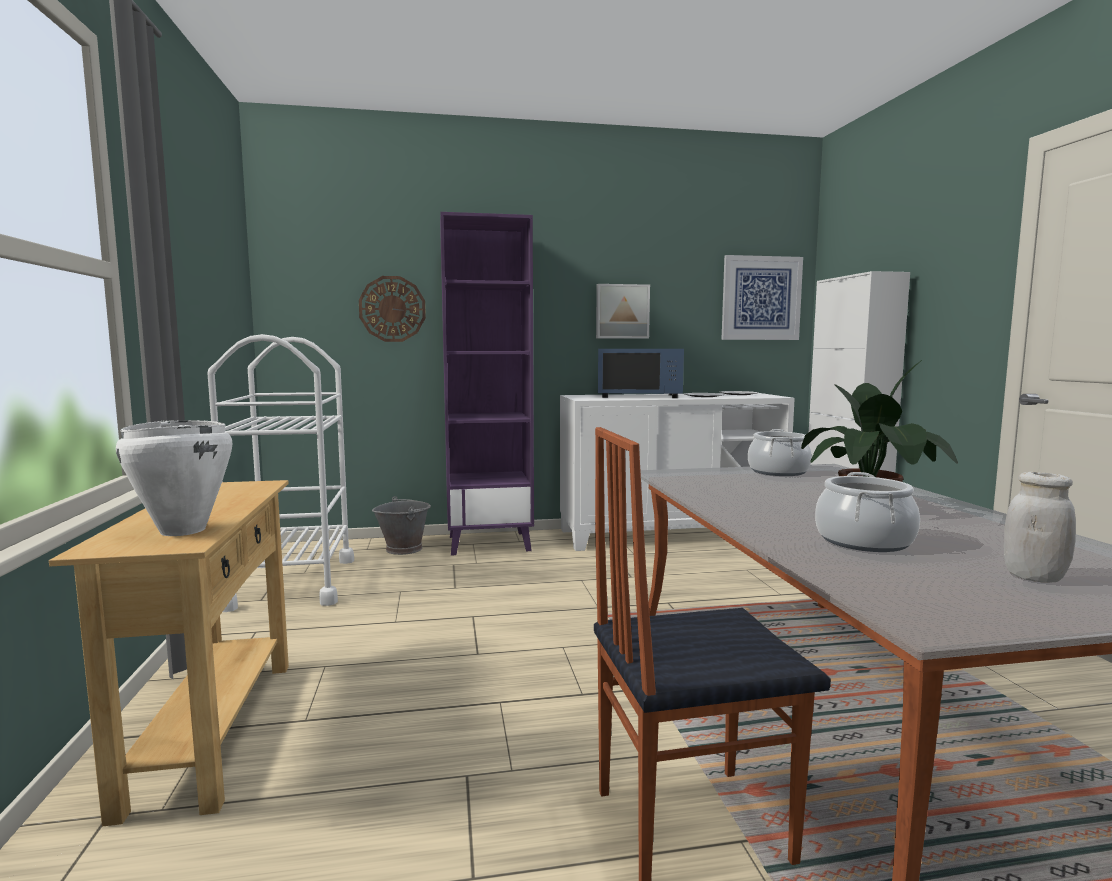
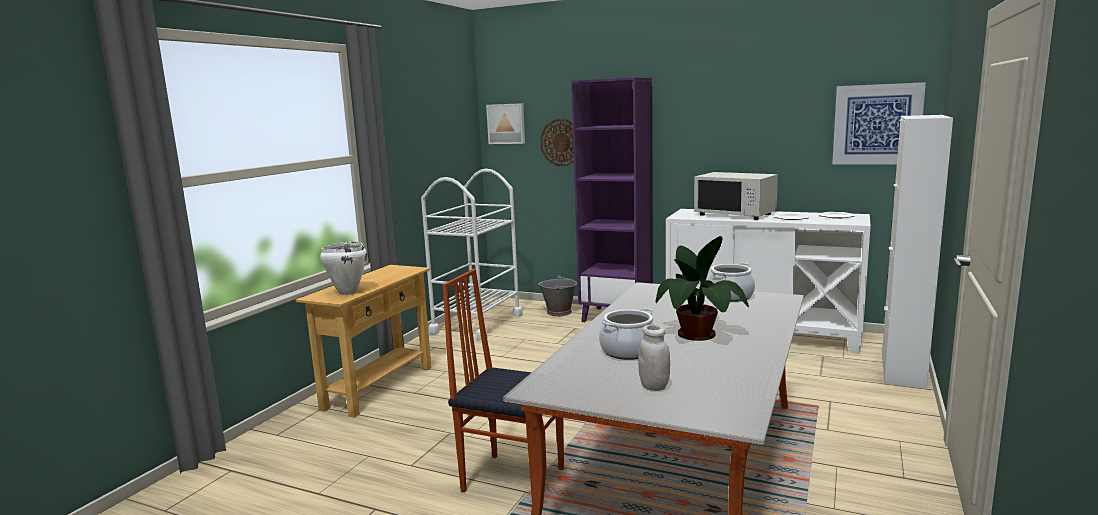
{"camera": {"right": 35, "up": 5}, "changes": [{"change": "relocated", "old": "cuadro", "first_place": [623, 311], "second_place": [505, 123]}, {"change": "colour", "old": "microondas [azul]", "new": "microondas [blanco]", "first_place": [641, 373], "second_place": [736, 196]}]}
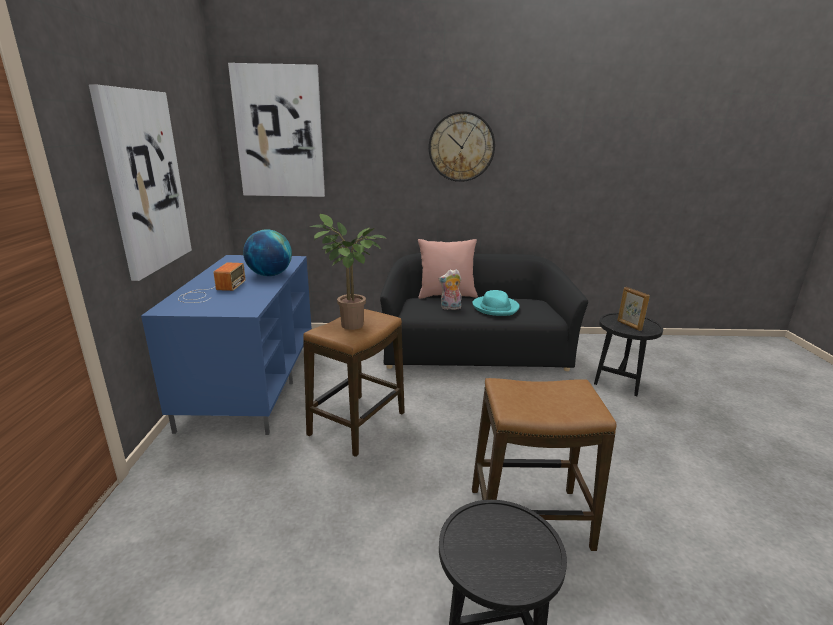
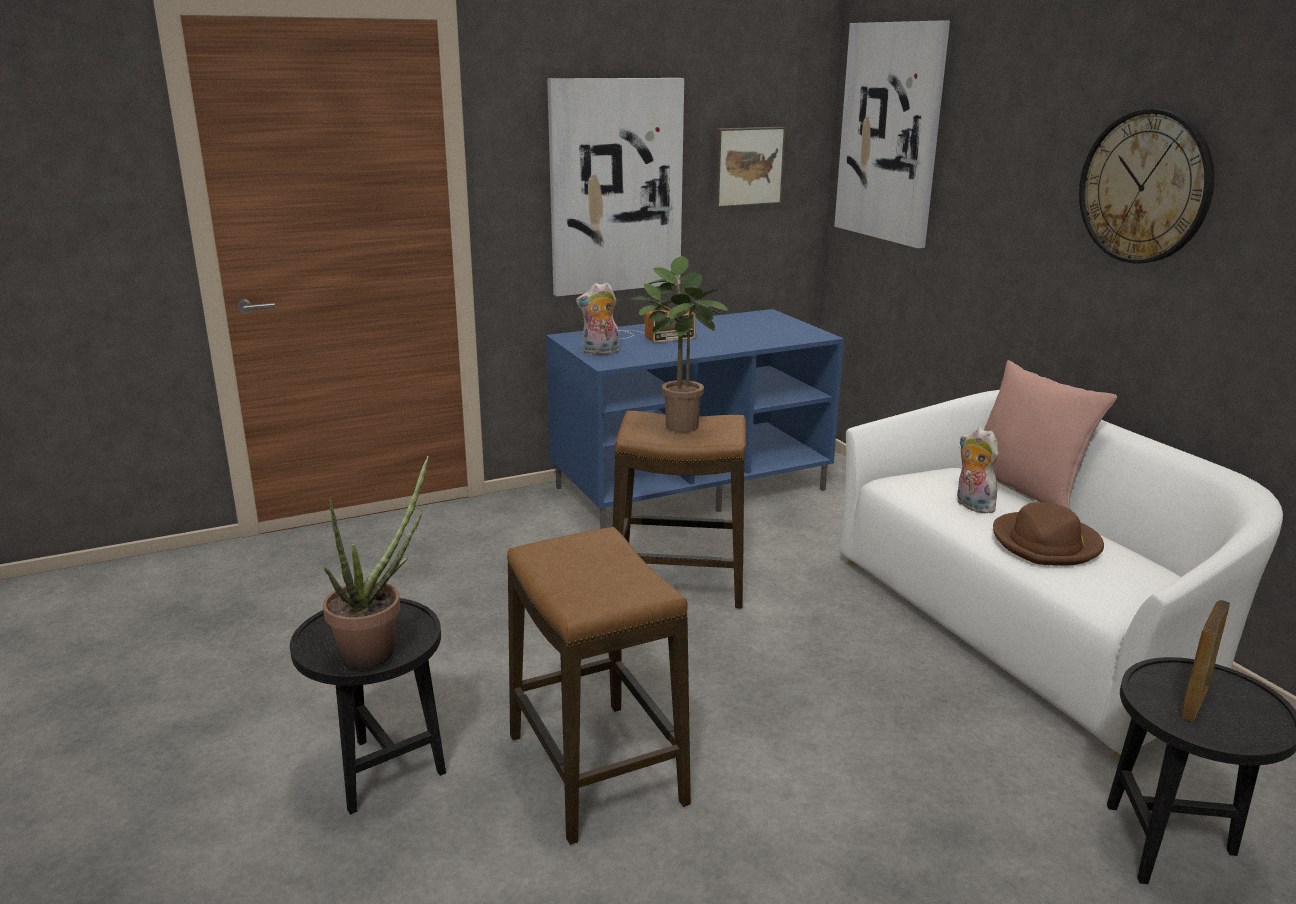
{"camera": {"right": 65, "up": 0}, "changes": [{"change": "missing", "old": "globo terráqueo", "first_place": [267, 252]}, {"change": "colour", "old": "sofá [negro]", "new": "sofá [blanco]", "first_place": [484, 312], "second_place": [1061, 575]}, {"change": "colour", "old": "sombrero [turquesa]", "new": "sombrero [marrón]", "first_place": [496, 303], "second_place": [1048, 534]}, {"change": "appeared", "new": "planta en maceta", "second_place": [376, 562]}, {"change": "appeared", "new": "peluche", "second_place": [597, 318]}, {"change": "appeared", "new": "cuadro", "second_place": [749, 167]}]}
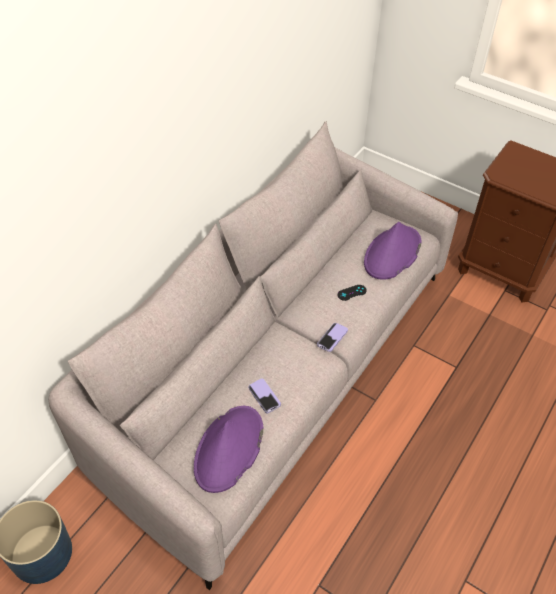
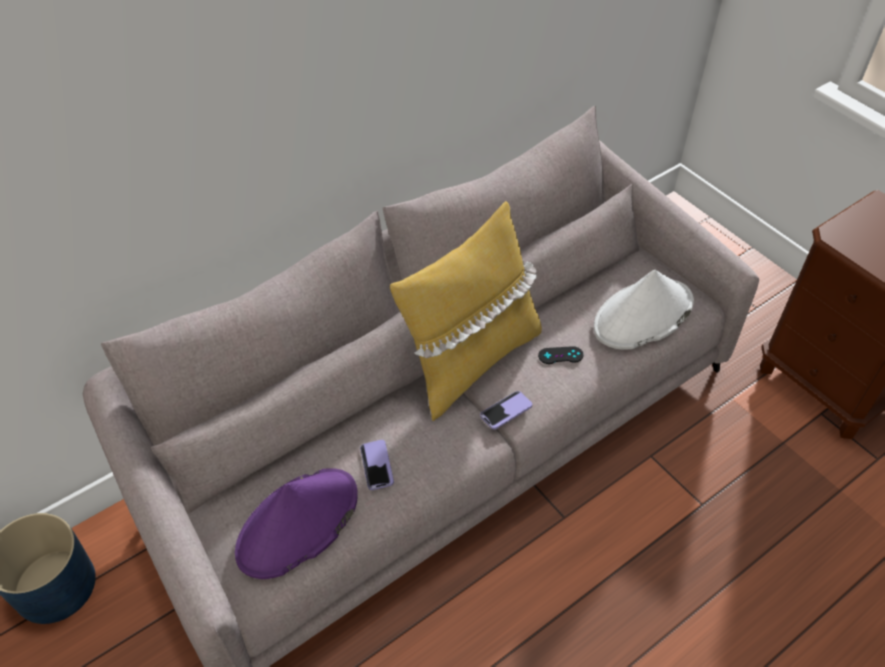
{"camera": {"right": 20, "up": 0}, "changes": [{"change": "colour", "old": "sombrero [morado]", "new": "sombrero [blanco]", "first_place": [393, 251], "second_place": [644, 310]}, {"change": "appeared", "new": "cojín [amarillo]", "second_place": [466, 311]}]}
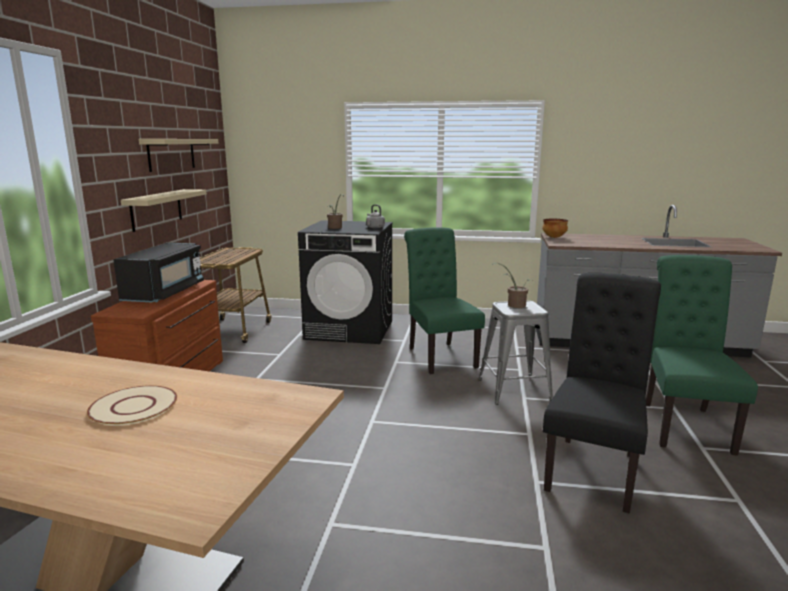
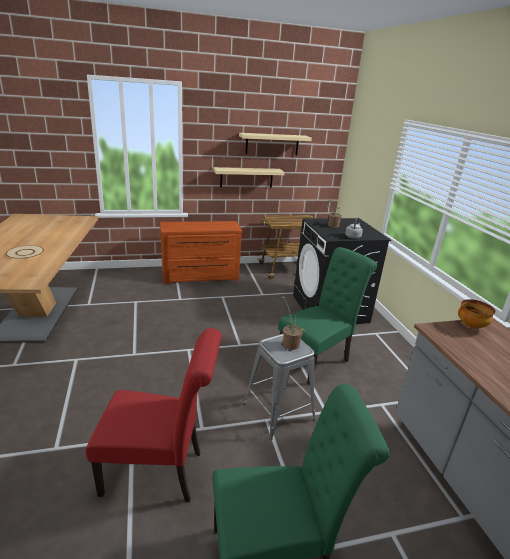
{"camera": {"right": 65, "up": 10}, "changes": [{"change": "missing", "old": "microondas [negro]", "first_place": [158, 272]}, {"change": "colour", "old": "silla [negro]", "new": "silla [rojo]", "first_place": [602, 393], "second_place": [153, 415]}]}
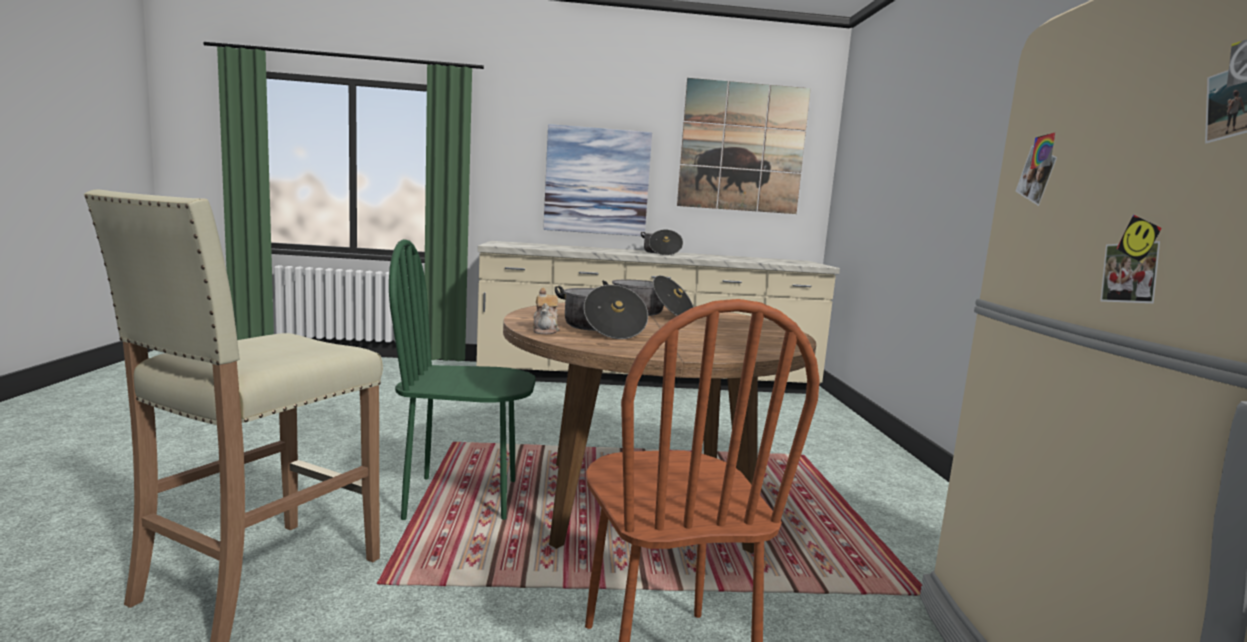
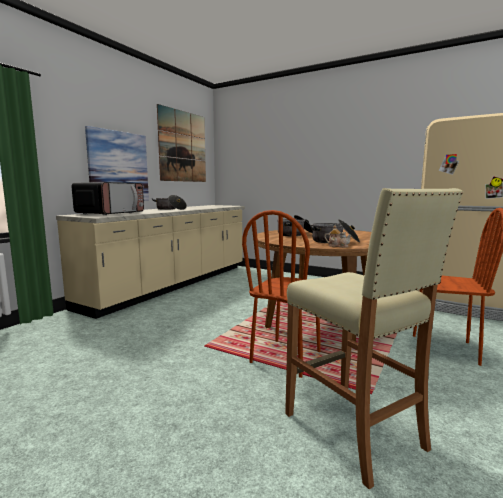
{"camera": {"right": -55, "up": 0}, "changes": [{"change": "colour", "old": "silla [verde]", "new": "silla [marrón]", "first_place": [462, 379], "second_place": [281, 294]}, {"change": "appeared", "new": "microondas", "second_place": [107, 198]}]}
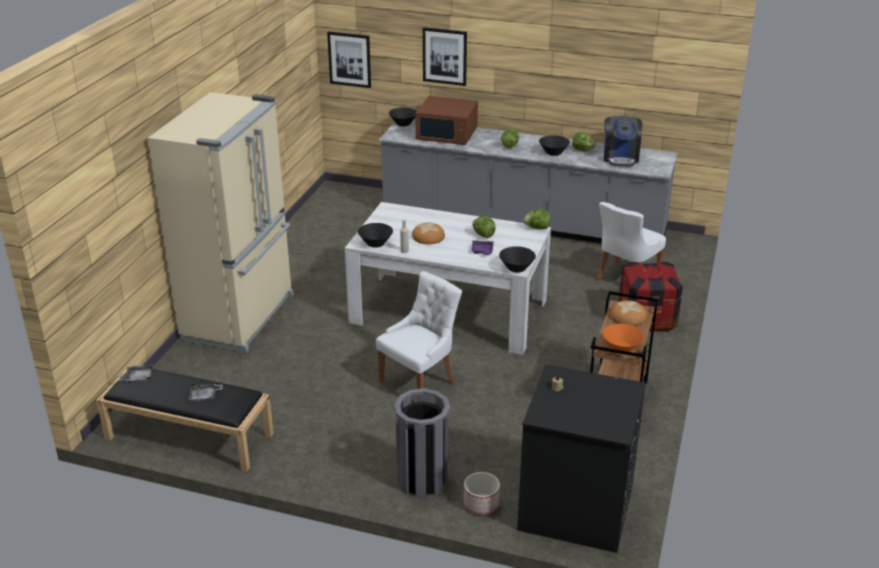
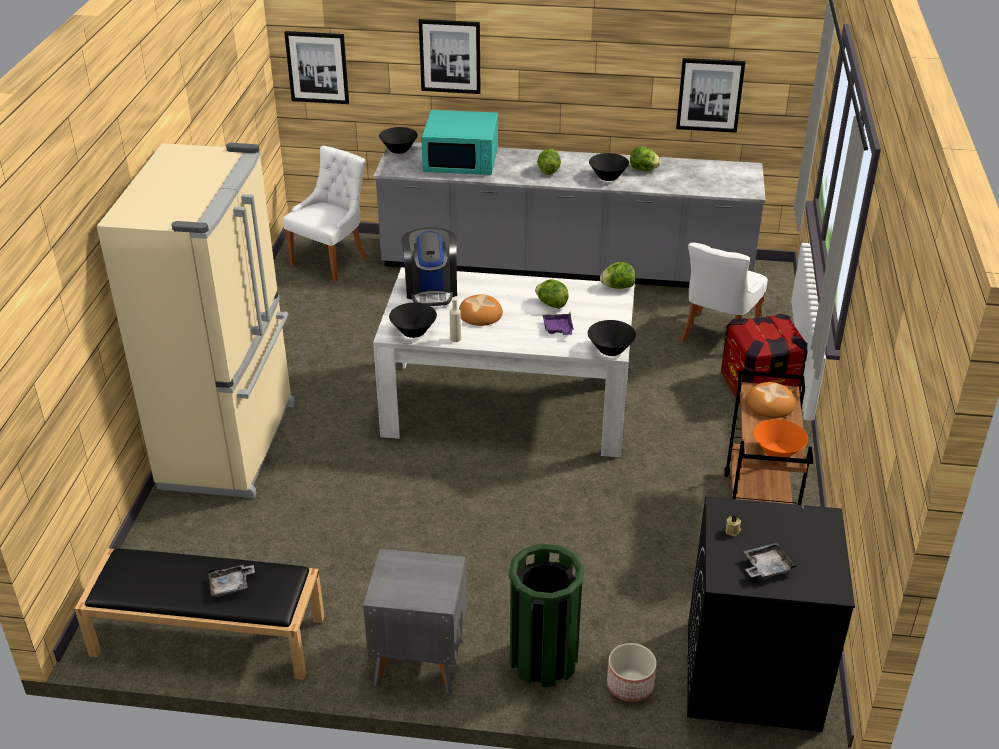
{"camera": {"right": -10, "up": 5}, "changes": [{"change": "relocated", "old": "bandeja [gris]", "first_place": [136, 374], "second_place": [770, 561]}, {"change": "relocated", "old": "silla [blanco]", "first_place": [419, 330], "second_place": [325, 214]}, {"change": "colour", "old": "papelera [gris]", "new": "papelera [verde]", "first_place": [422, 443], "second_place": [546, 615]}, {"change": "colour", "old": "microondas [marrón]", "new": "microondas [turquesa]", "first_place": [446, 120], "second_place": [459, 142]}, {"change": "relocated", "old": "cafetera", "first_place": [623, 141], "second_place": [429, 267]}, {"change": "appeared", "new": "mesita de noche [gris]", "second_place": [415, 622]}, {"change": "appeared", "new": "cuadro", "second_place": [710, 95]}]}
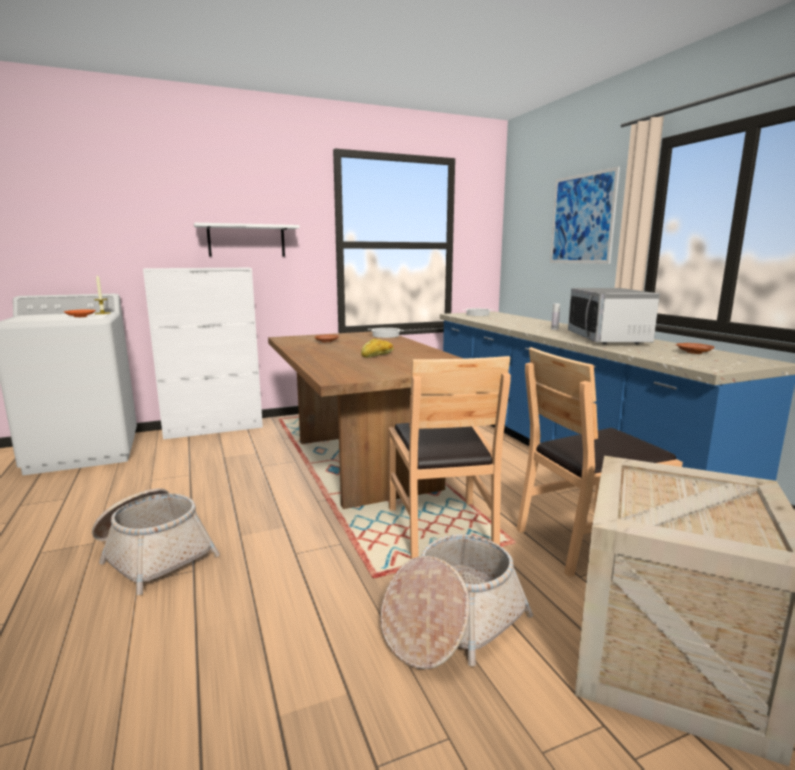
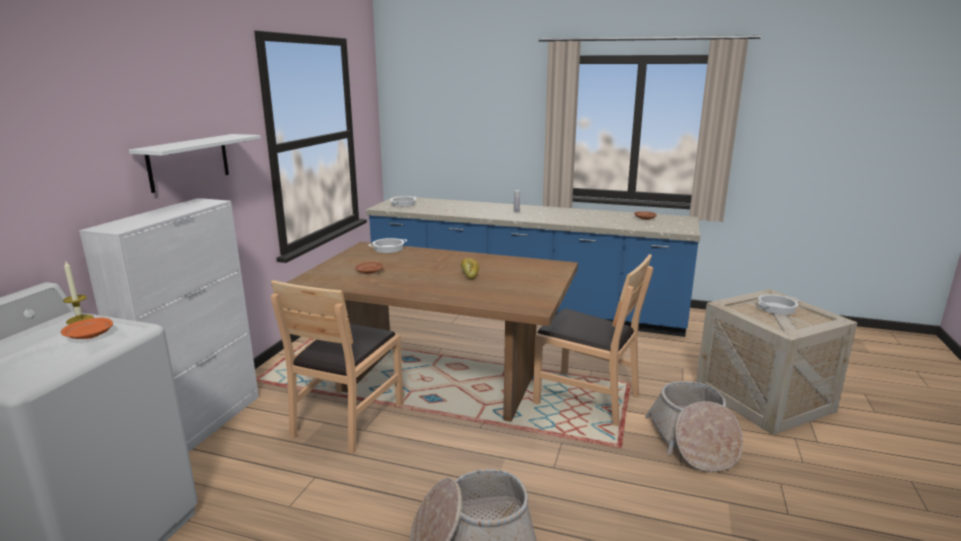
{"camera": {"right": -50, "up": 5}, "changes": [{"change": "relocated", "old": "silla [marrón]", "first_place": [599, 462], "second_place": [337, 366]}, {"change": "missing", "old": "cuadro", "first_place": [585, 215]}, {"change": "missing", "old": "microondas", "first_place": [614, 316]}, {"change": "appeared", "new": "olla", "second_place": [778, 304]}]}
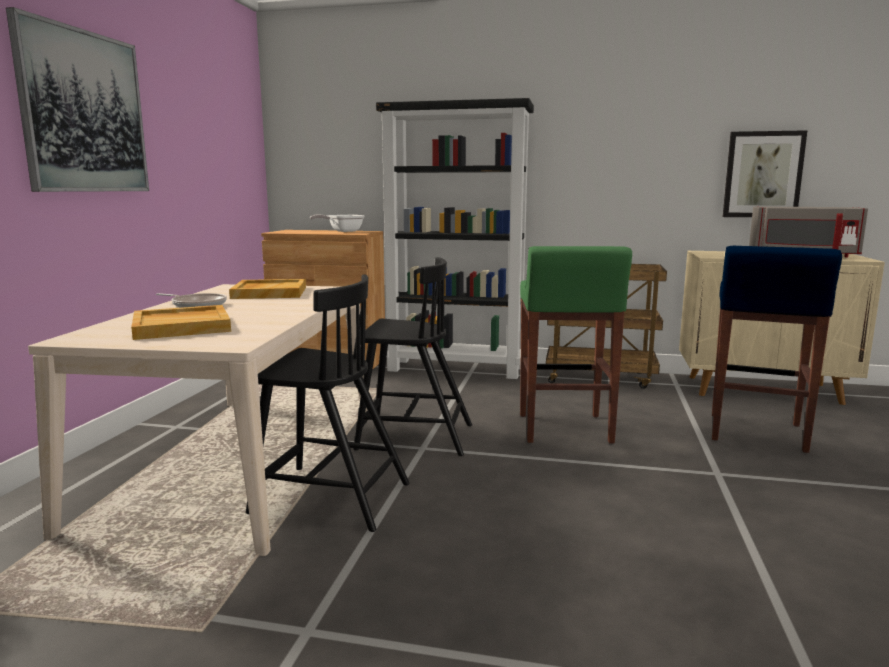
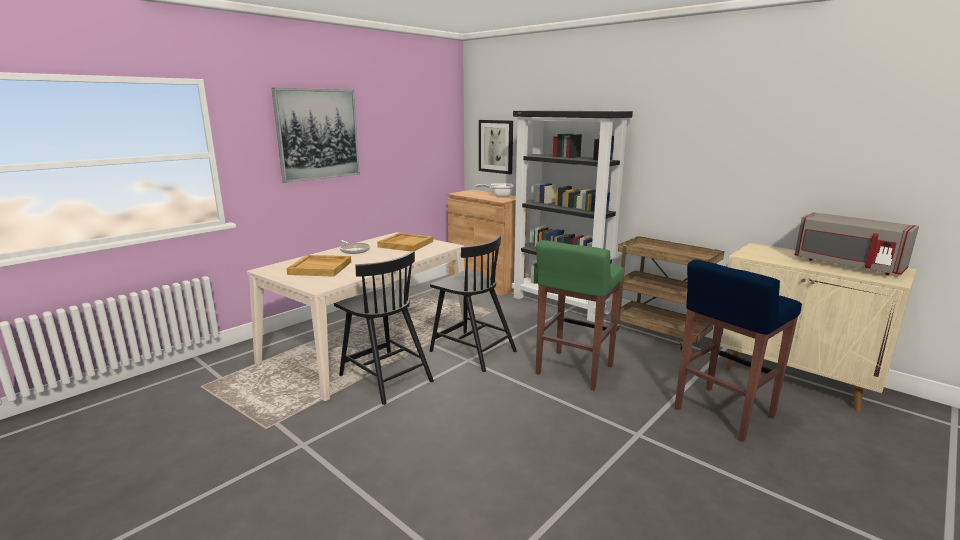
{"camera": {"right": 30, "up": 5}, "changes": [{"change": "relocated", "old": "cuadro", "first_place": [765, 173], "second_place": [496, 147]}]}
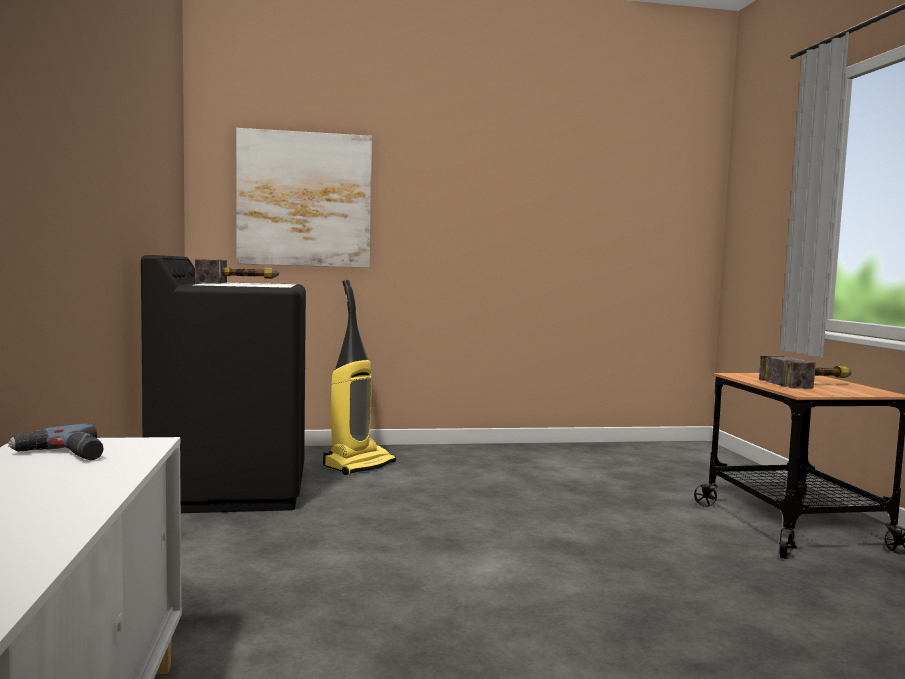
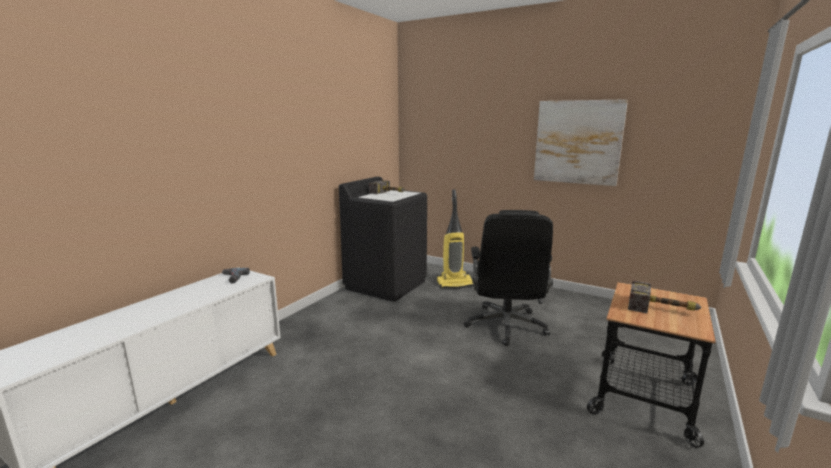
{"camera": {"right": 40, "up": 10}, "changes": [{"change": "relocated", "old": "cuadro", "first_place": [304, 198], "second_place": [581, 142]}, {"change": "appeared", "new": "silla de oficina [negro]", "second_place": [508, 278]}]}
